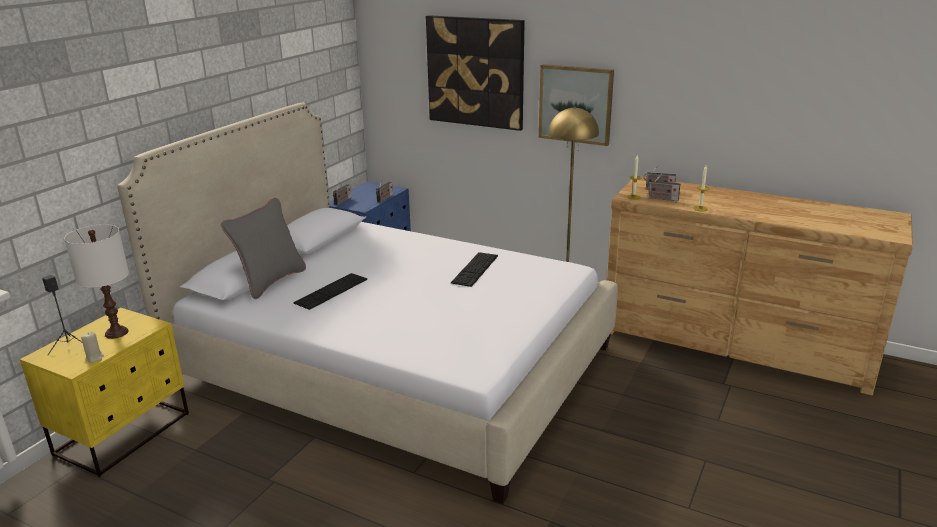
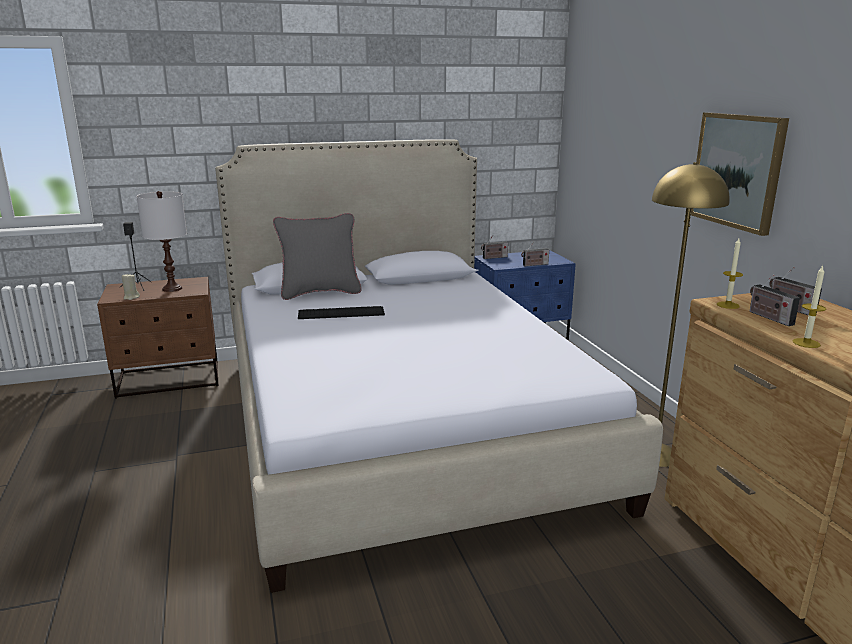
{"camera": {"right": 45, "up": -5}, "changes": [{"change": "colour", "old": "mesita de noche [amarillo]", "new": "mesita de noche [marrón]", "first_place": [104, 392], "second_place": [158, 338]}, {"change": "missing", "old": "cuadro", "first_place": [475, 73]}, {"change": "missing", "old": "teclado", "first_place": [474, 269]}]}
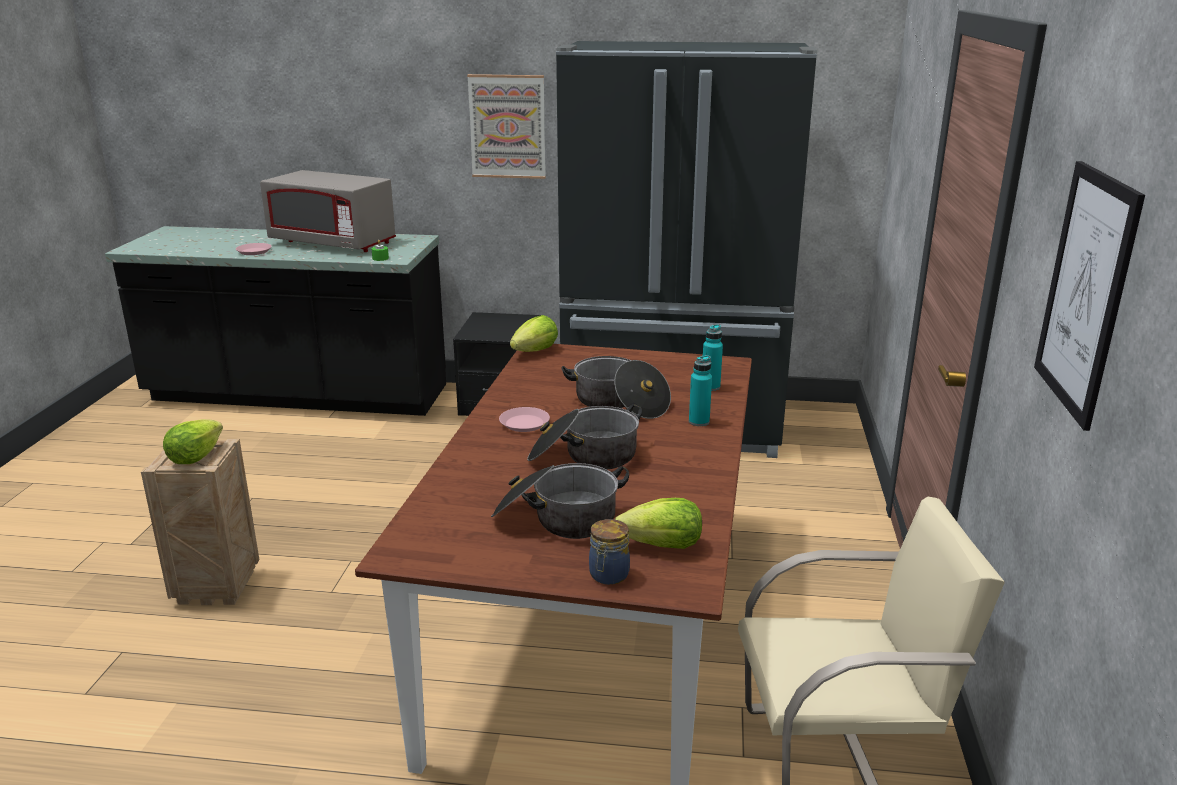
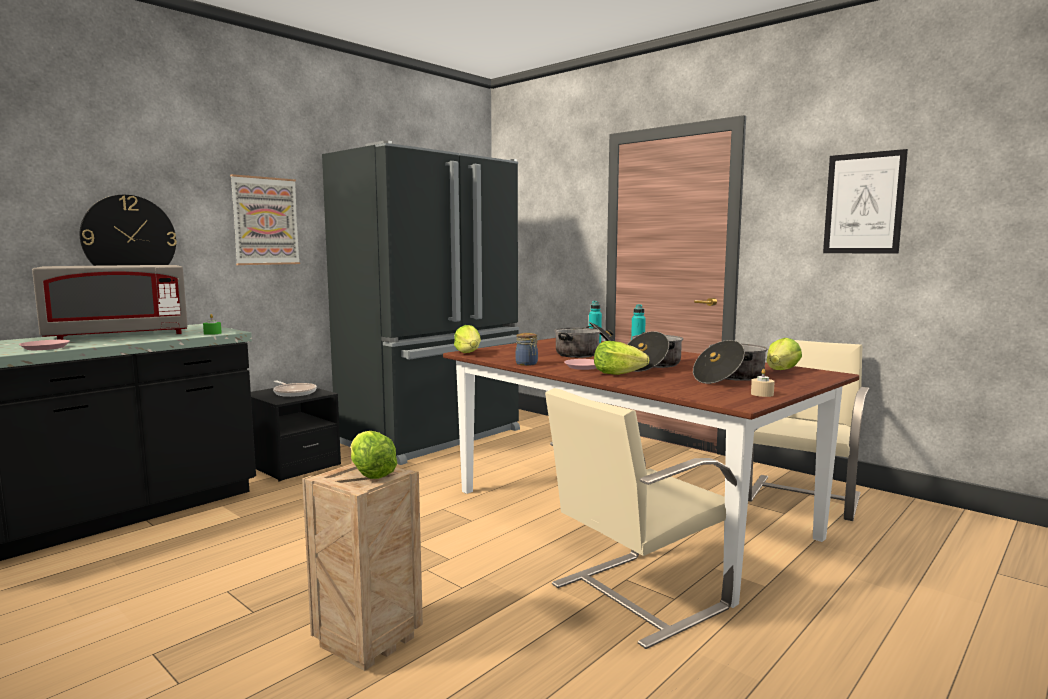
{"camera": {"right": -55, "up": -15}, "changes": [{"change": "relocated", "old": "tarro", "first_place": [609, 552], "second_place": [527, 349]}, {"change": "appeared", "new": "reloj de pared", "second_place": [128, 230]}, {"change": "appeared", "new": "sartén", "second_place": [295, 388]}, {"change": "appeared", "new": "silla [beis]", "second_place": [641, 518]}, {"change": "appeared", "new": "lechuga", "second_place": [621, 358]}, {"change": "appeared", "new": "vela [beis]", "second_place": [763, 383]}]}
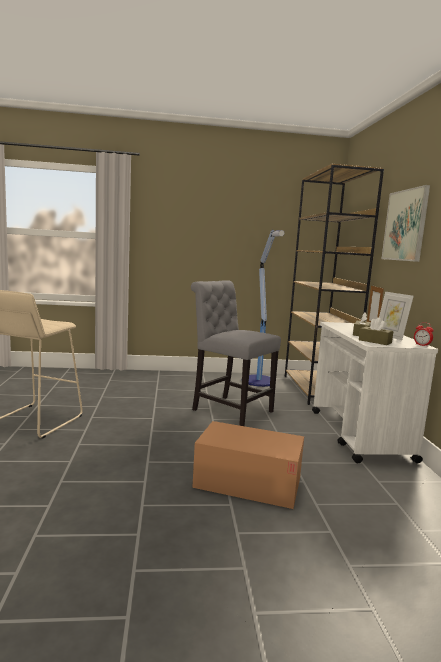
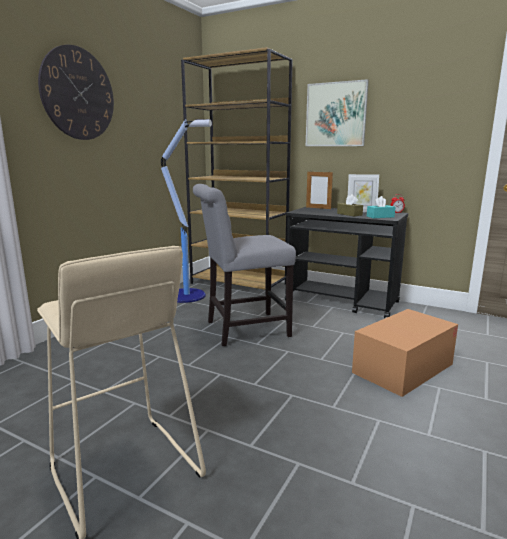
{"camera": {"right": -55, "up": 5}, "changes": [{"change": "colour", "old": "carrito [blanco]", "new": "carrito [negro]", "first_place": [375, 392], "second_place": [346, 262]}, {"change": "colour", "old": "caja de pañuelos [marrón]", "new": "caja de pañuelos [turquesa]", "first_place": [376, 331], "second_place": [381, 207]}, {"change": "appeared", "new": "reloj de pared", "second_place": [76, 92]}]}
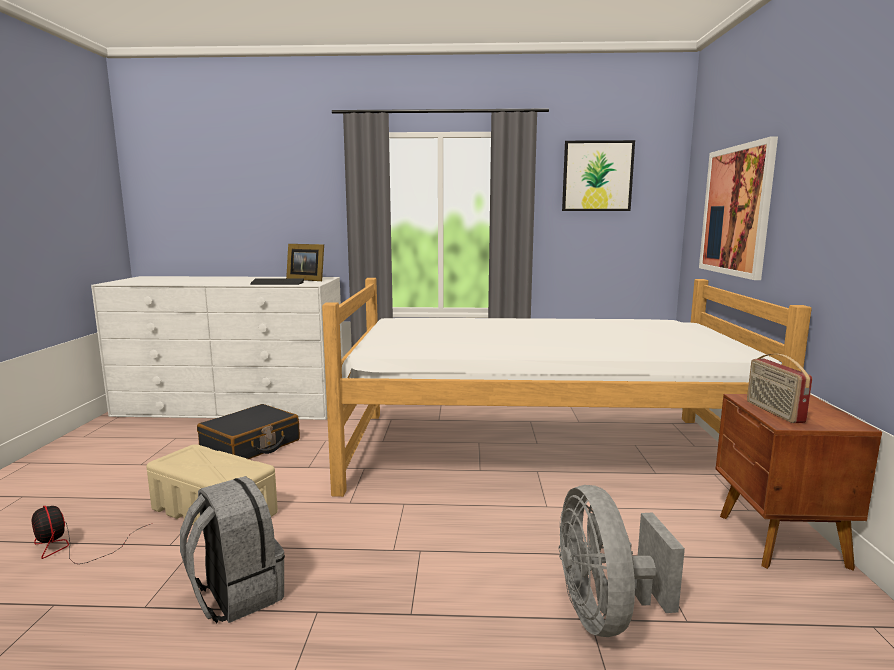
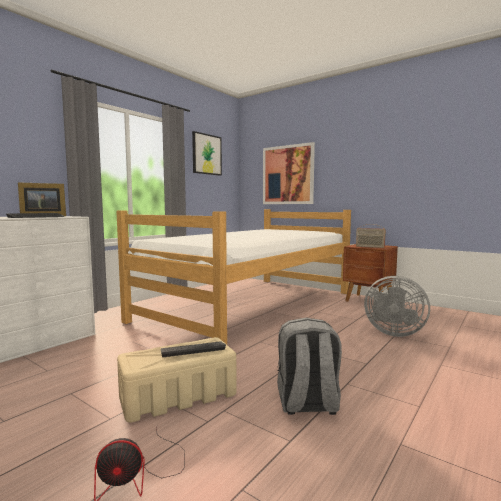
{"camera": {"right": -55, "up": -5}, "changes": [{"change": "missing", "old": "maleta [negro]", "first_place": [248, 431]}, {"change": "appeared", "new": "teclado", "second_place": [193, 349]}]}
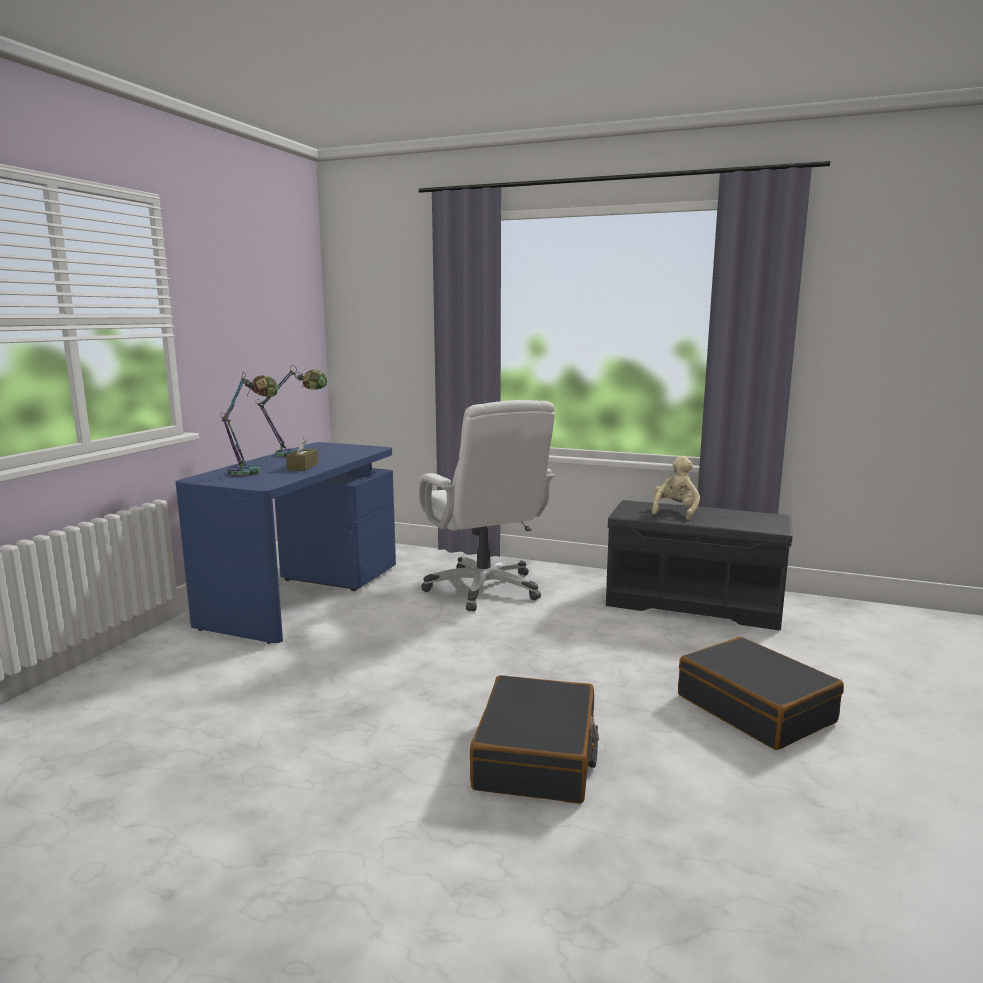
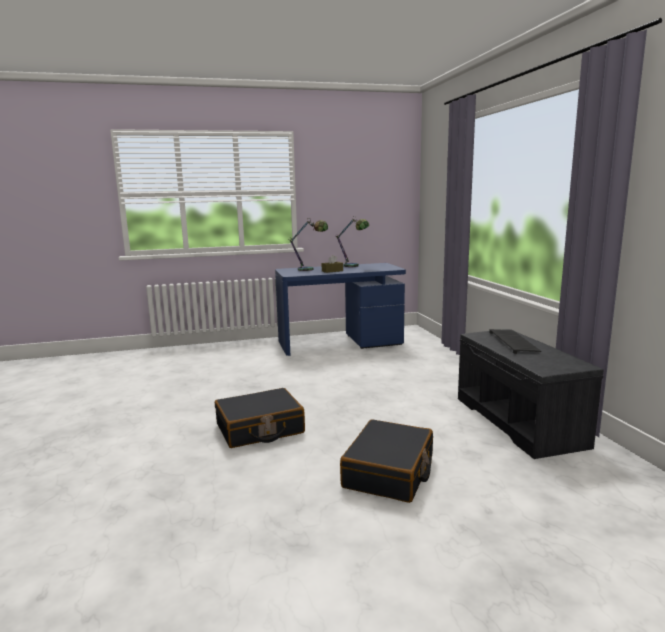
{"camera": {"right": 55, "up": 0}, "changes": [{"change": "missing", "old": "silla de oficina [blanco]", "first_place": [487, 505]}, {"change": "exchanged", "old": "peluche [beis]", "new": "teclado", "first_place": [676, 488], "second_place": [515, 341]}]}
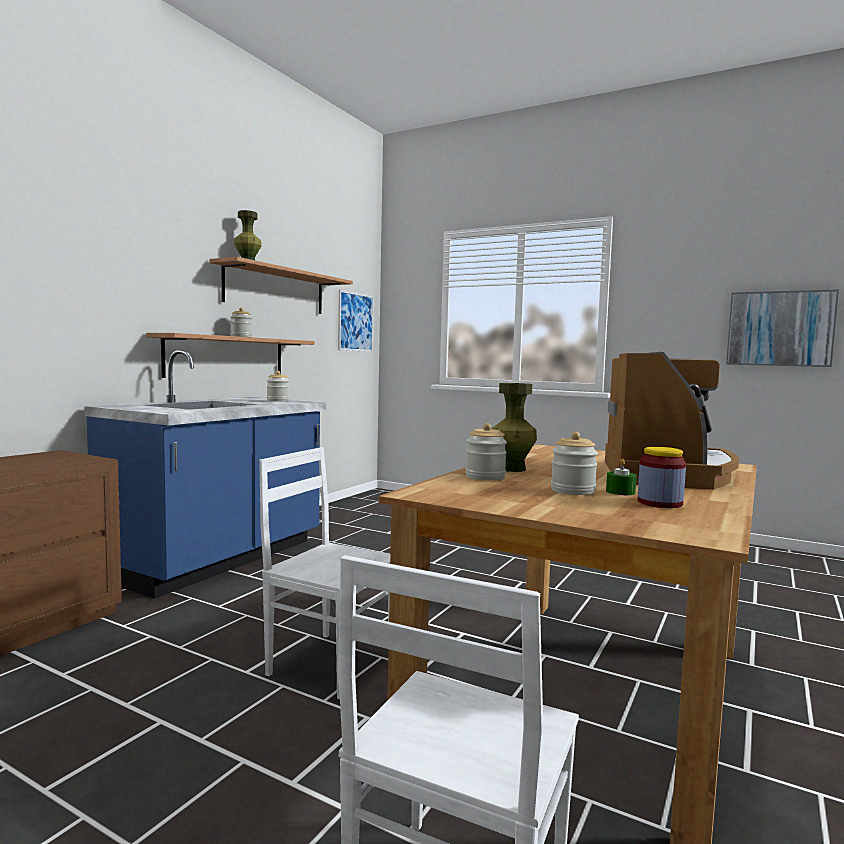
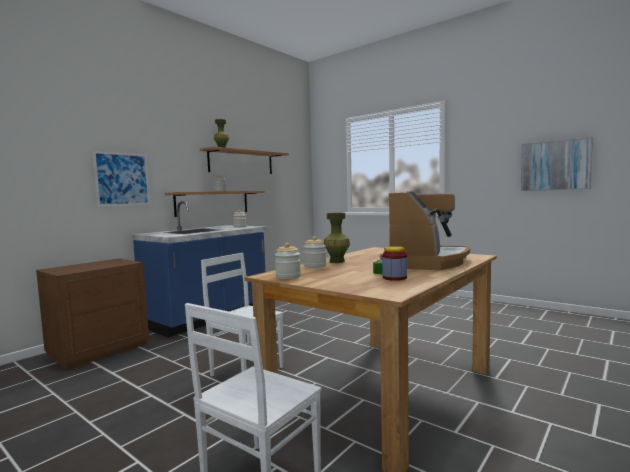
{"camera": {"right": 10, "up": 0}, "changes": [{"change": "relocated", "old": "cuadro", "first_place": [356, 321], "second_place": [121, 178]}, {"change": "relocated", "old": "tarro", "first_place": [574, 463], "second_place": [288, 261]}]}
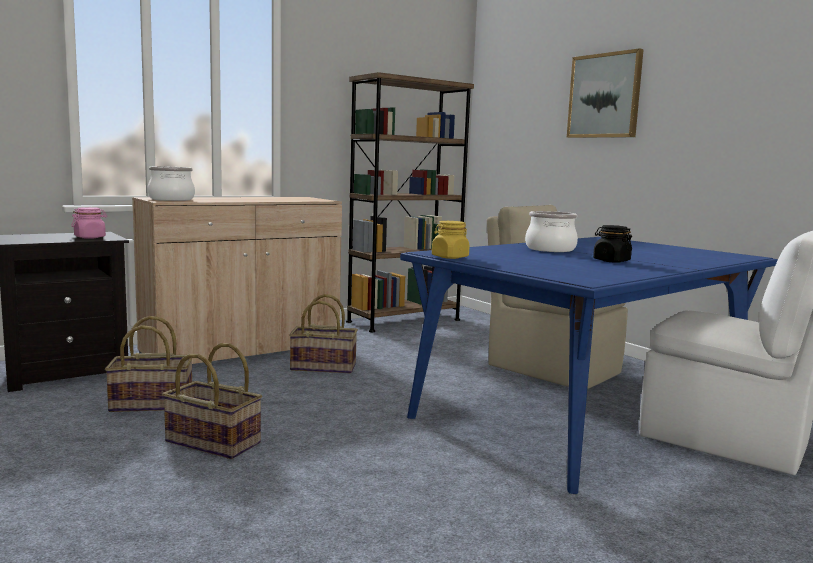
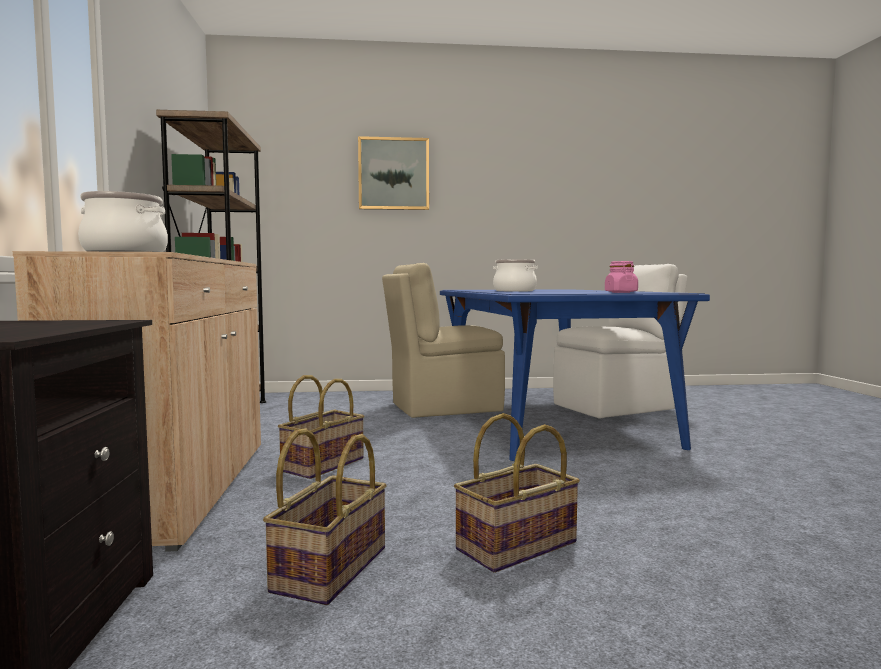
{"camera": {"right": -60, "up": -5}, "changes": [{"change": "relocated", "old": "tarro [rosa]", "first_place": [89, 223], "second_place": [621, 277]}, {"change": "missing", "old": "tarro [amarillo]", "first_place": [450, 240]}, {"change": "missing", "old": "tarro [negro]", "first_place": [612, 244]}]}
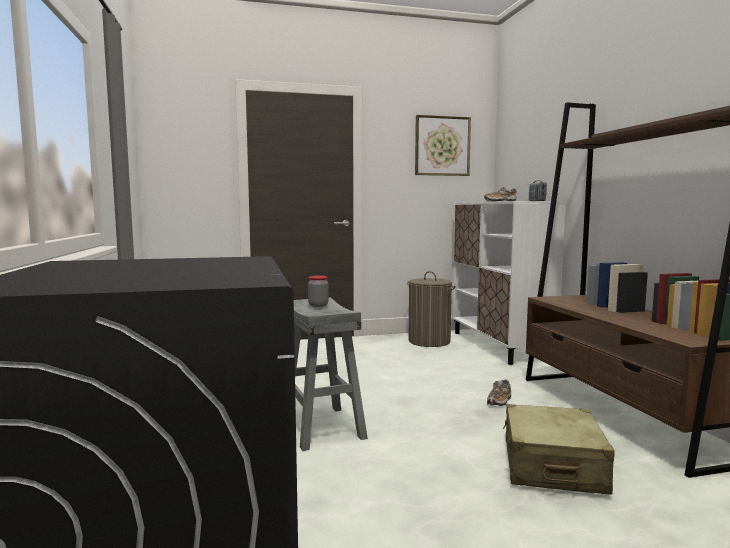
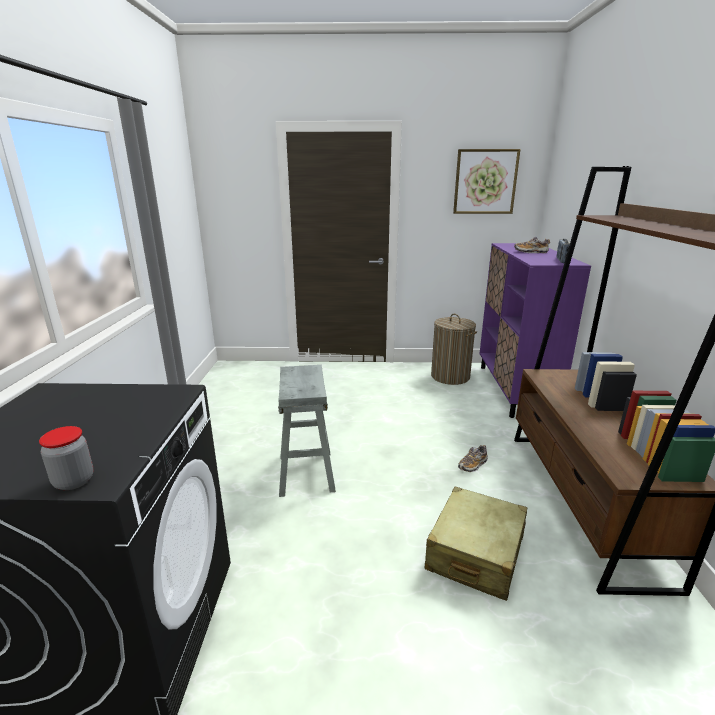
{"camera": {"right": 15, "up": 15}, "changes": [{"change": "relocated", "old": "tarro", "first_place": [318, 291], "second_place": [66, 458]}, {"change": "colour", "old": "armario [blanco]", "new": "armario [morado]", "first_place": [509, 283], "second_place": [535, 330]}]}
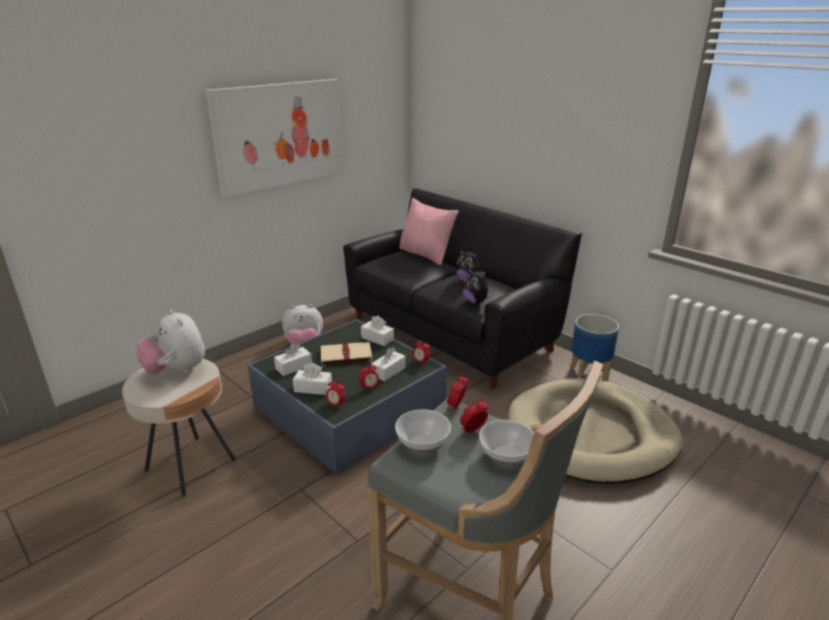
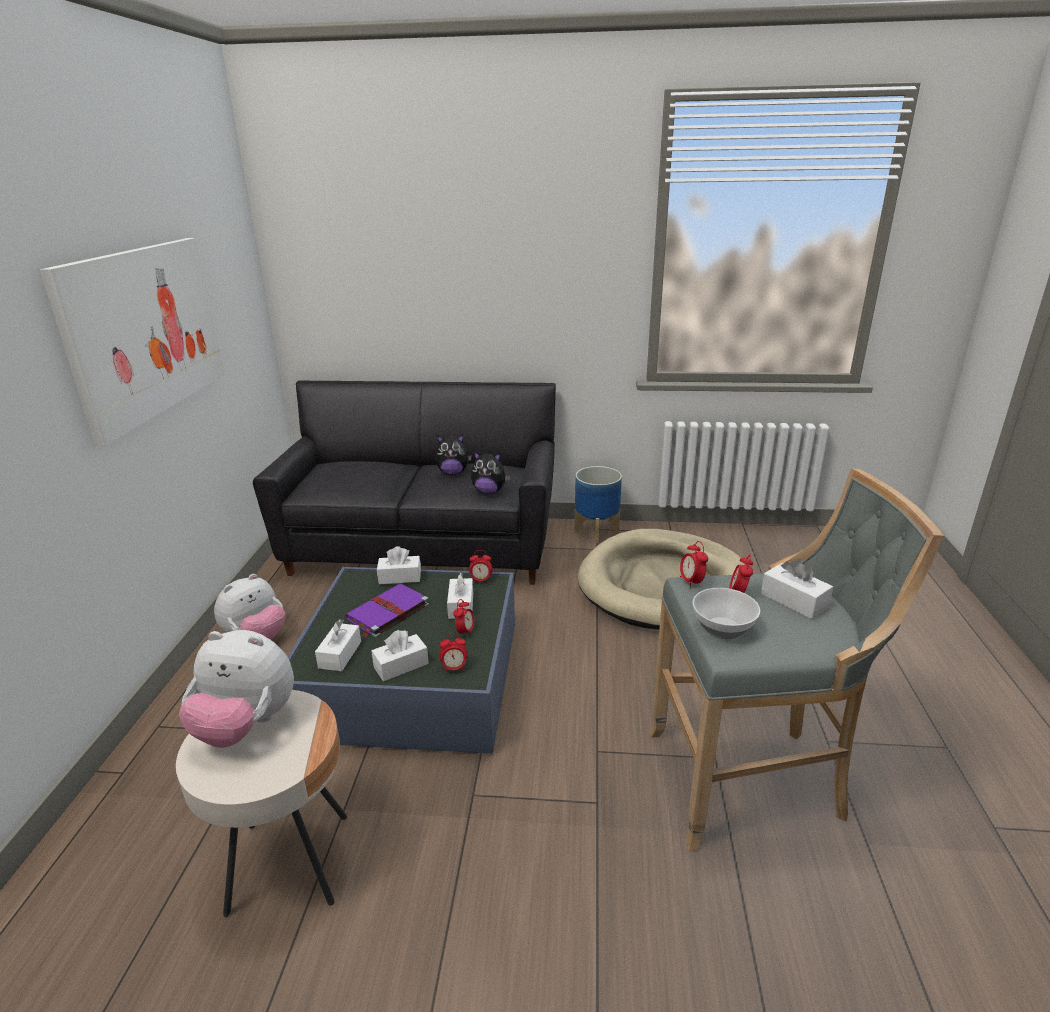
{"camera": {"right": -40, "up": 0}, "changes": [{"change": "colour", "old": "libro [beis]", "new": "libro [morado]", "first_place": [345, 354], "second_place": [387, 611]}, {"change": "missing", "old": "cojín [rosa]", "first_place": [429, 231]}, {"change": "exchanged", "old": "cuenco", "new": "caja de pañuelos [blanco]", "first_place": [506, 443], "second_place": [797, 589]}]}
